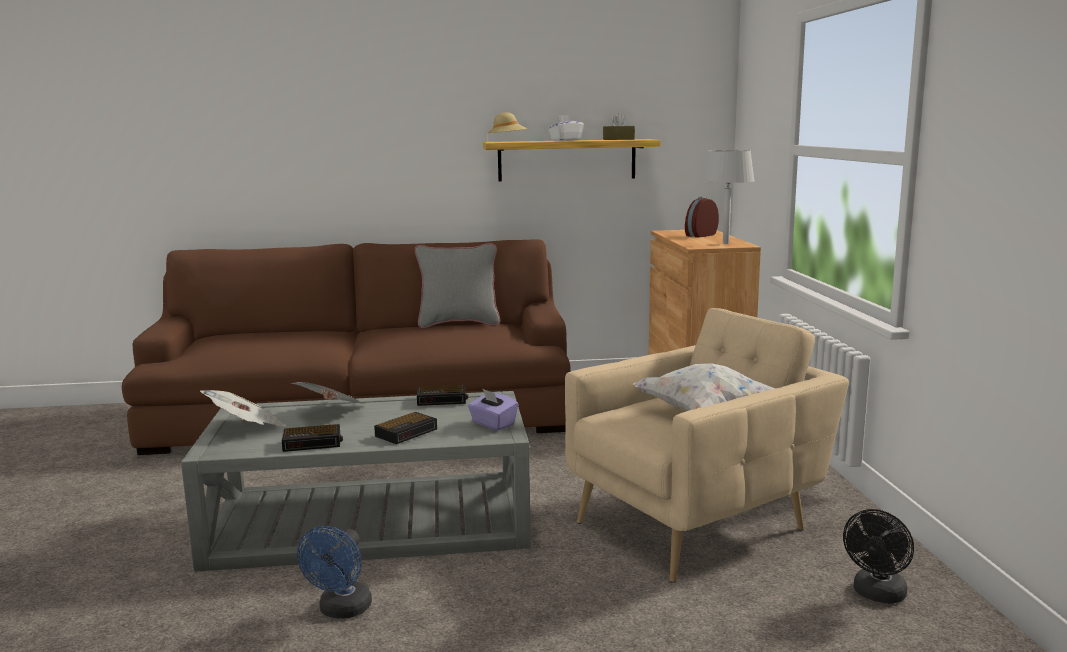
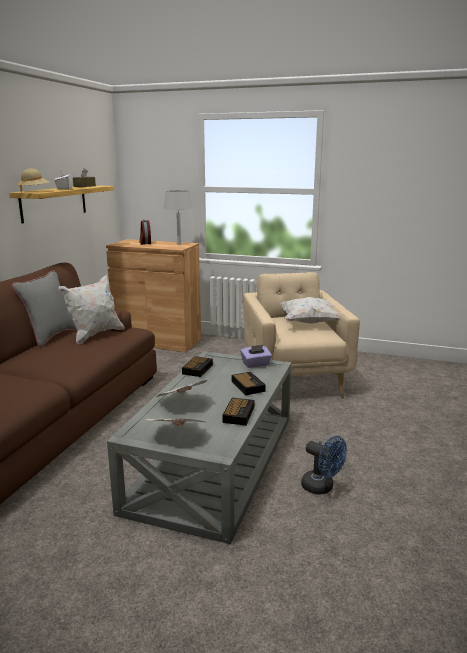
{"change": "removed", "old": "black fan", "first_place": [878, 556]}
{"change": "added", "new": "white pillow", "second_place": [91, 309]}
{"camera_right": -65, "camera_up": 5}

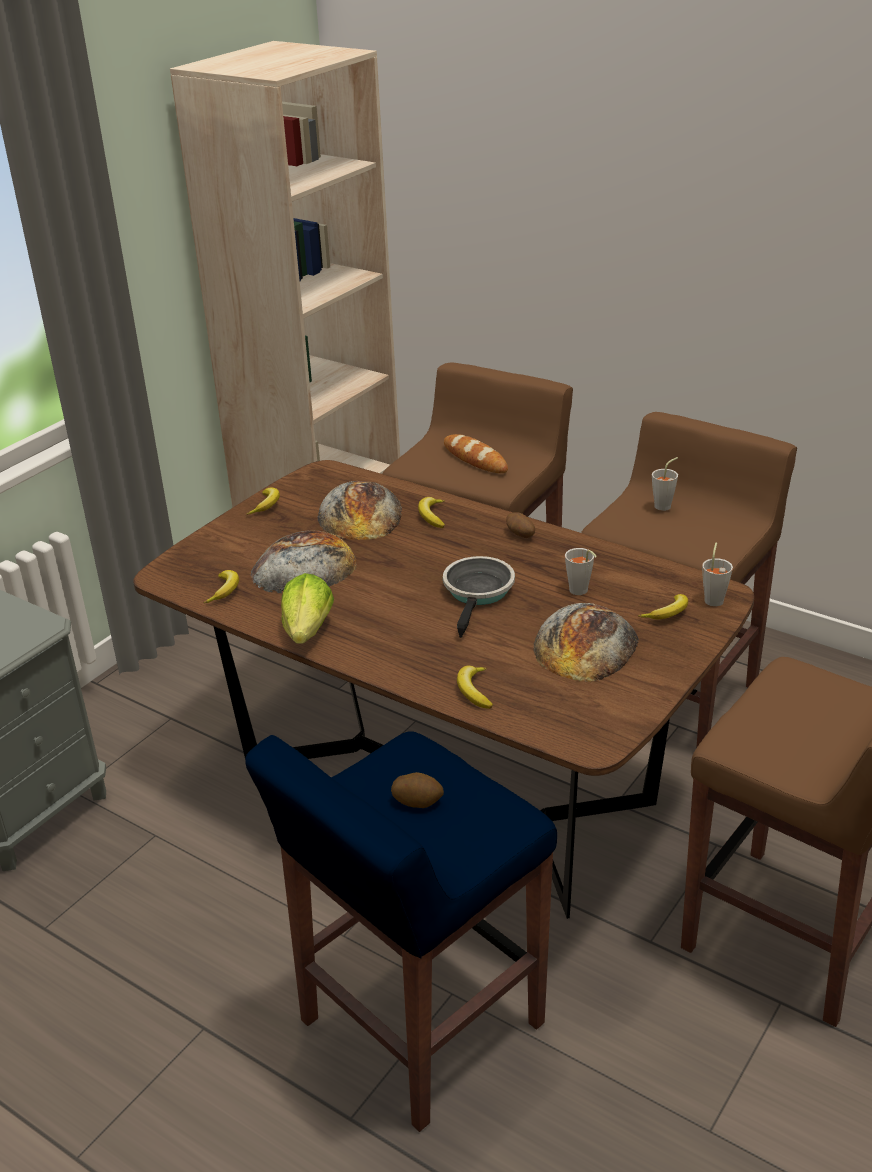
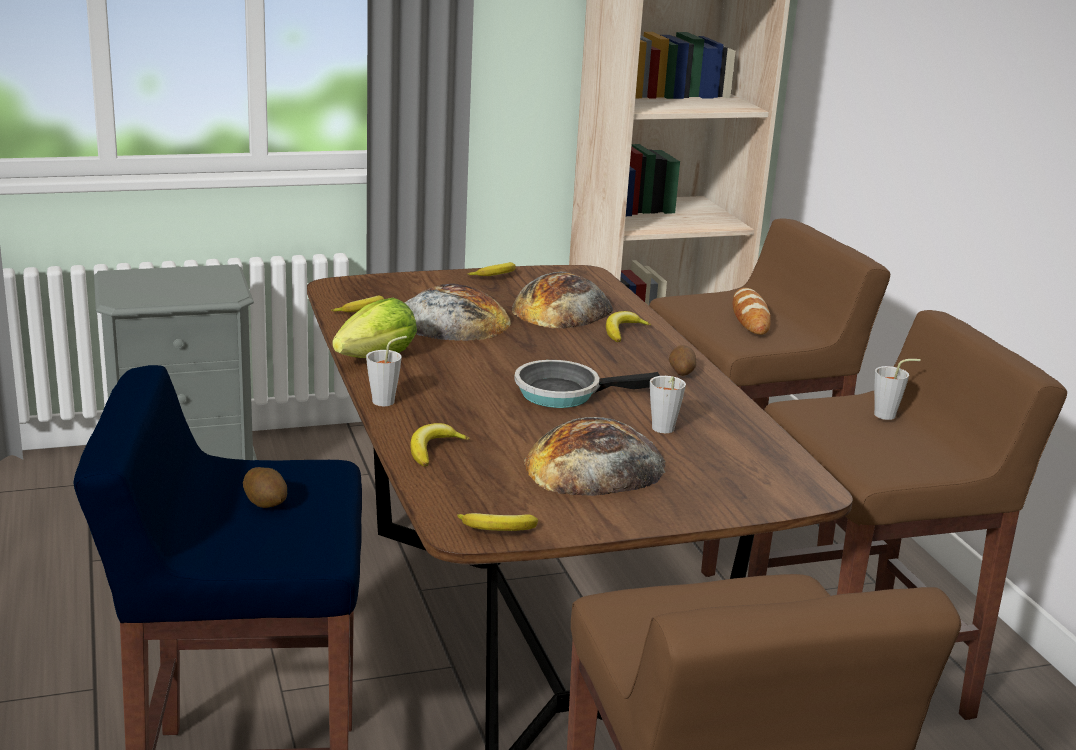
{"change": "moved", "old": "grey cup", "first_place": [717, 575], "second_place": [386, 371]}
{"change": "turned", "old": "frying pan", "first_place": [479, 597], "second_place": [587, 384], "degrees": -150}
{"change": "moved", "old": "banana", "first_place": [663, 606], "second_place": [497, 522]}
{"camera_right": 35, "camera_up": -10}

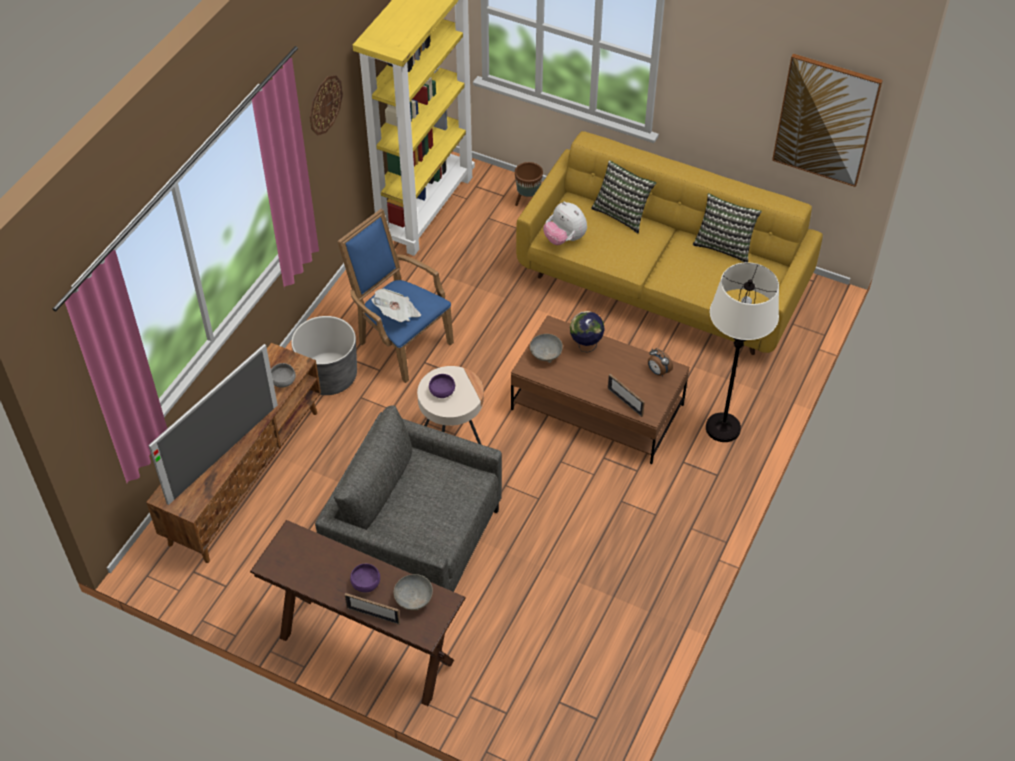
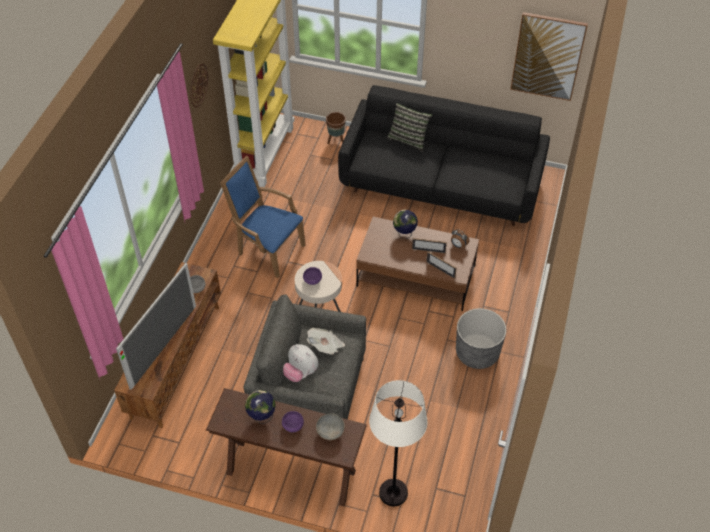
{"change": "recoloured", "old": "yellow sofa", "new": "black sofa", "first_place": [669, 243], "second_place": [444, 155]}
{"change": "removed", "old": "pillow", "first_place": [727, 227]}
{"change": "moved", "old": "plush toy", "first_place": [565, 223], "second_place": [301, 363]}
{"change": "moved", "old": "white floor lamp", "first_place": [742, 352], "second_place": [398, 443]}
{"change": "moved", "old": "newspaper", "first_place": [396, 305], "second_place": [325, 341]}
{"change": "moved", "old": "grey planter", "first_place": [324, 355], "second_place": [481, 338]}
{"change": "removed", "old": "grey bowl", "first_place": [546, 348]}
{"change": "moved", "old": "picture frame", "first_place": [372, 609], "second_place": [429, 245]}
{"change": "added", "new": "globe", "second_place": [260, 407]}
{"camera_right": -10, "camera_up": 0}

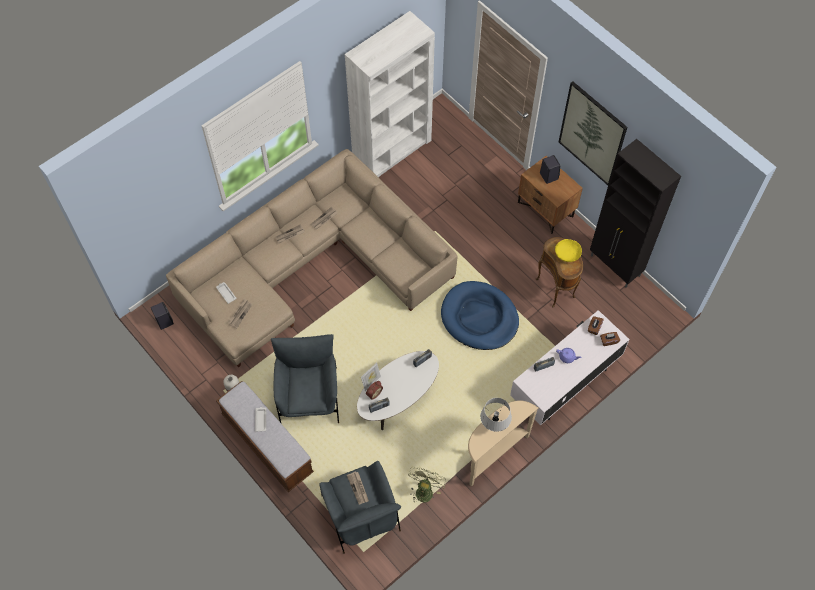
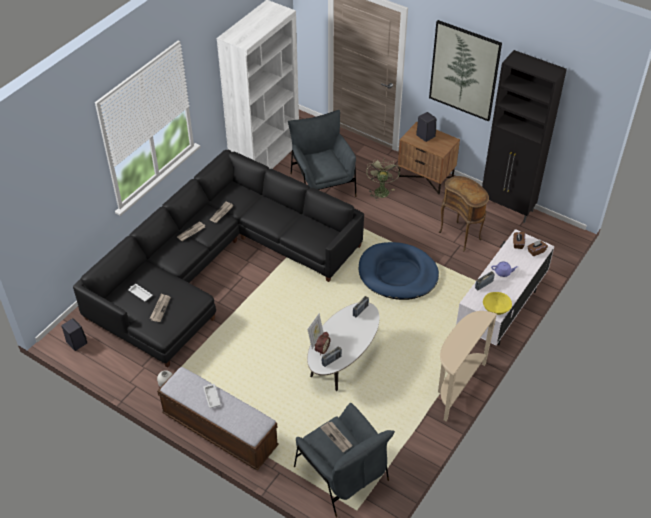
{"change": "recoloured", "old": "beige sofa", "new": "black sofa", "first_place": [312, 258], "second_place": [218, 259]}
{"change": "moved", "old": "yellow bowl", "first_place": [568, 250], "second_place": [497, 303]}
{"change": "moved", "old": "grey armchair", "first_place": [305, 378], "second_place": [322, 153]}
{"change": "removed", "old": "grey table lamp", "first_place": [496, 415]}
{"change": "moved", "old": "green fan", "first_place": [427, 485], "second_place": [383, 179]}
{"camera_right": -15, "camera_up": -15}

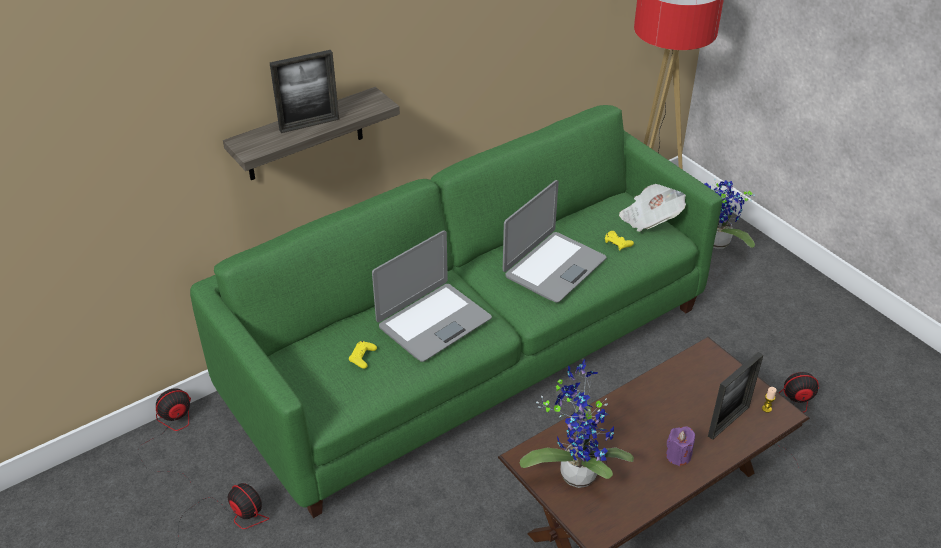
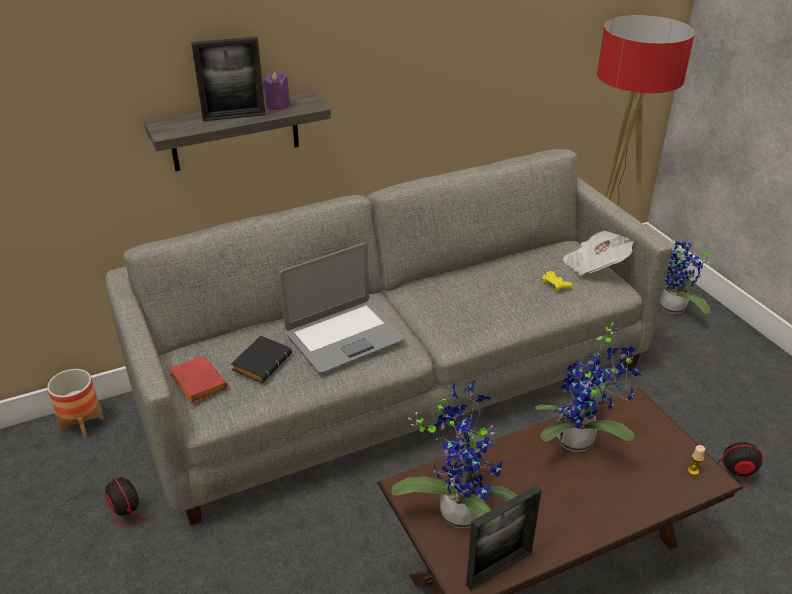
{"change": "recoloured", "old": "green sofa", "new": "grey sofa", "first_place": [456, 311], "second_place": [389, 337]}
{"change": "removed", "old": "laptop", "first_place": [555, 241]}
{"change": "replaced", "old": "yellow game controller", "new": "black book", "first_place": [363, 355], "second_place": [261, 359]}
{"change": "moved", "old": "picture frame", "first_place": [735, 396], "second_place": [504, 537]}
{"change": "replaced", "old": "fan", "new": "planter", "first_place": [165, 436], "second_place": [75, 403]}
{"change": "moved", "old": "purple candle", "first_place": [680, 446], "second_place": [276, 90]}
{"change": "added", "new": "potted plant", "second_place": [588, 387]}
{"change": "added", "new": "red book", "second_place": [198, 379]}
{"camera_right": 10, "camera_up": -5}

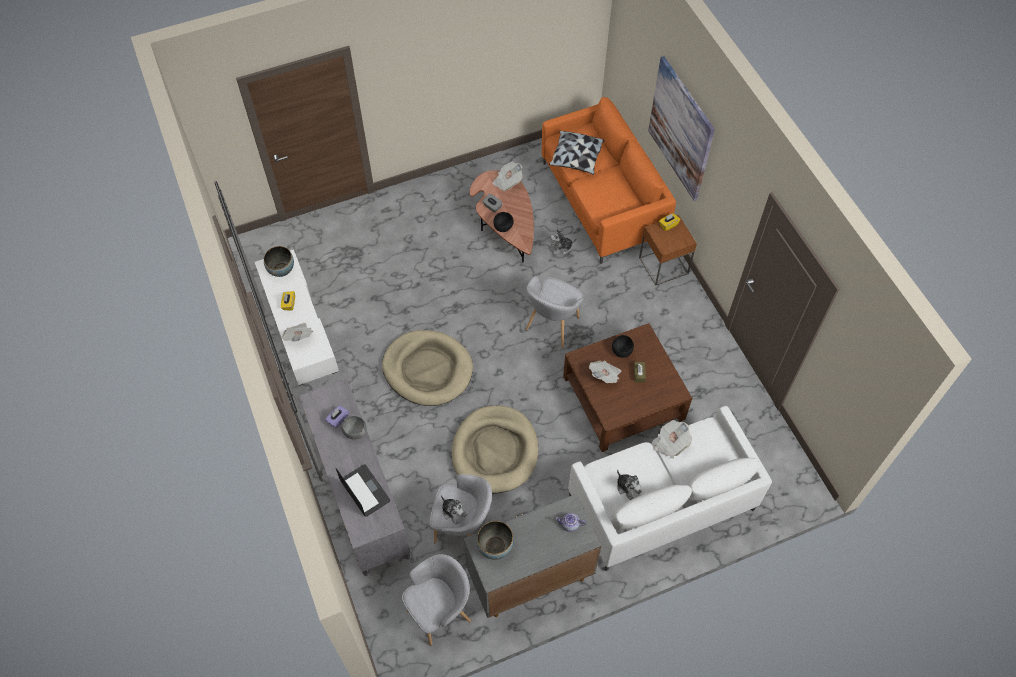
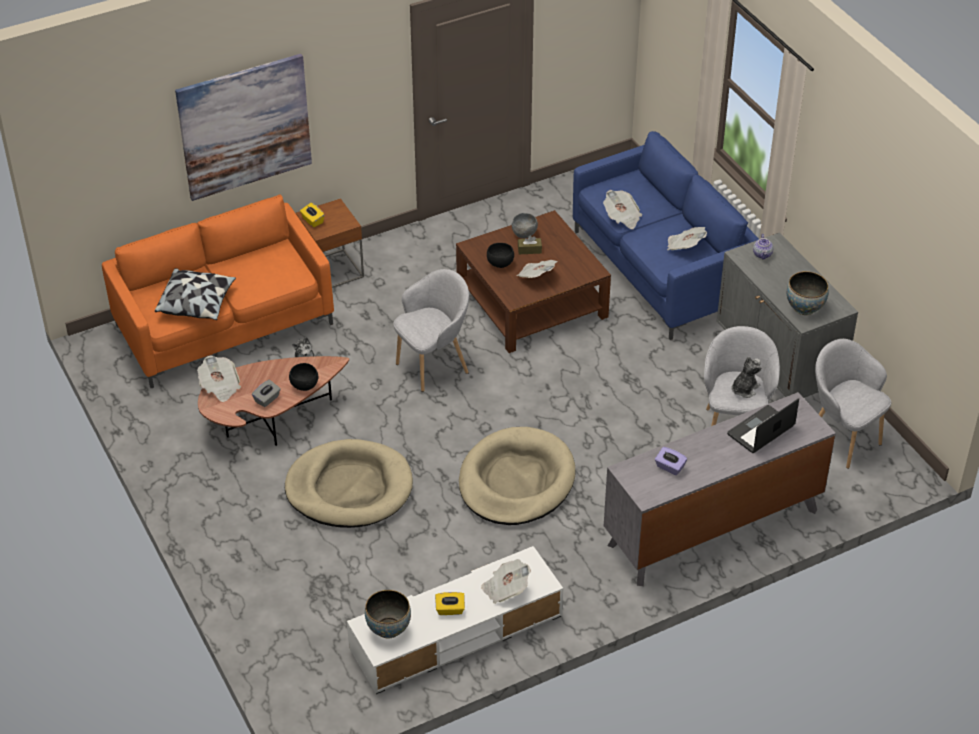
{"change": "turned", "old": "grey armchair", "first_place": [555, 312], "second_place": [431, 330], "degrees": -60}
{"change": "moved", "old": "beige dog bed", "first_place": [495, 449], "second_place": [349, 483]}
{"change": "recoloured", "old": "white sofa", "new": "blue sofa", "first_place": [670, 488], "second_place": [666, 235]}
{"change": "moved", "old": "grey bowl", "first_place": [354, 428], "second_place": [525, 225]}
{"change": "replaced", "old": "plush toy", "new": "newspaper", "first_place": [629, 485], "second_place": [687, 238]}
{"camera_right": -95, "camera_up": -15}

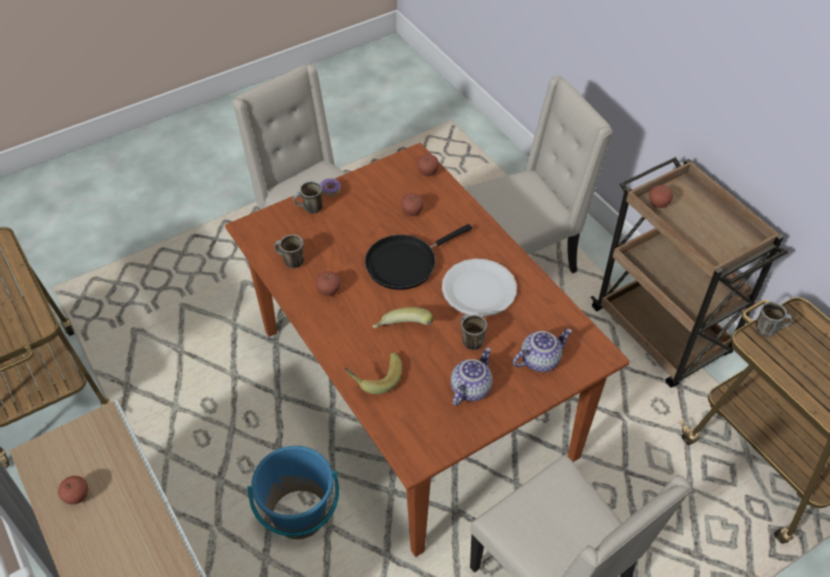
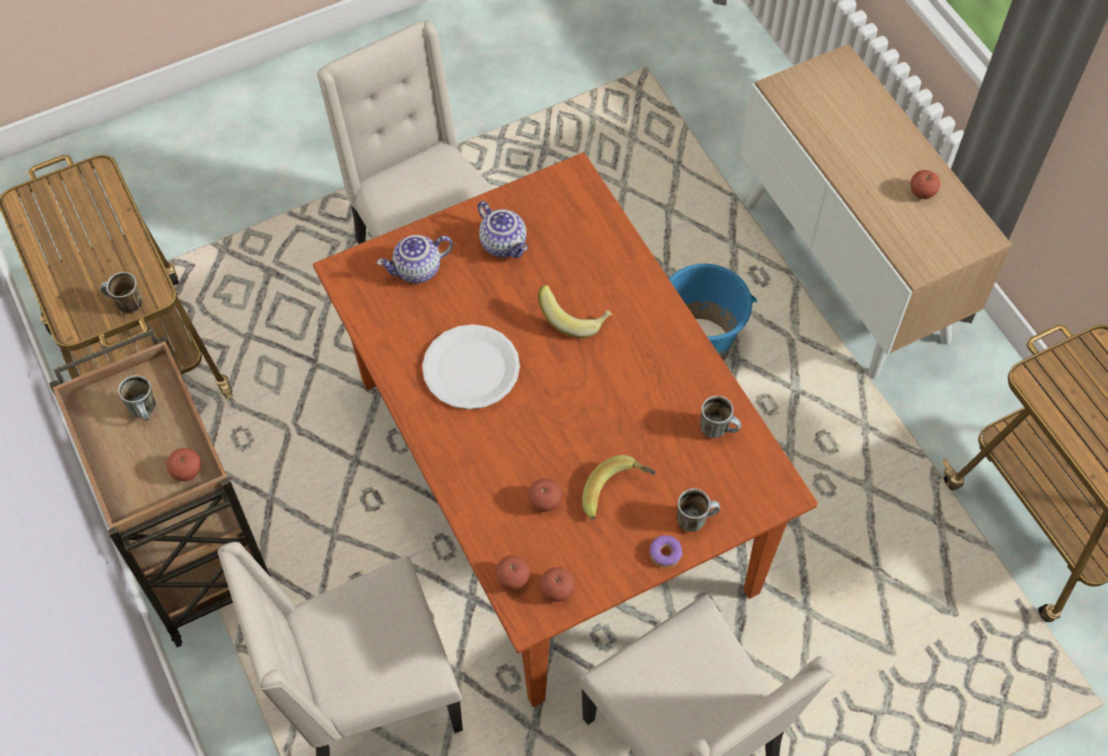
{"change": "removed", "old": "black frying pan", "first_place": [418, 257]}
{"change": "moved", "old": "apple", "first_place": [328, 283], "second_place": [557, 584]}
{"change": "moved", "old": "mug", "first_place": [474, 332], "second_place": [137, 398]}
{"change": "turned", "old": "teapot", "first_place": [472, 377], "second_place": [503, 229], "degrees": -75}
{"change": "moved", "old": "banana", "first_place": [373, 373], "second_place": [619, 487]}
{"camera_right": -175, "camera_up": 10}

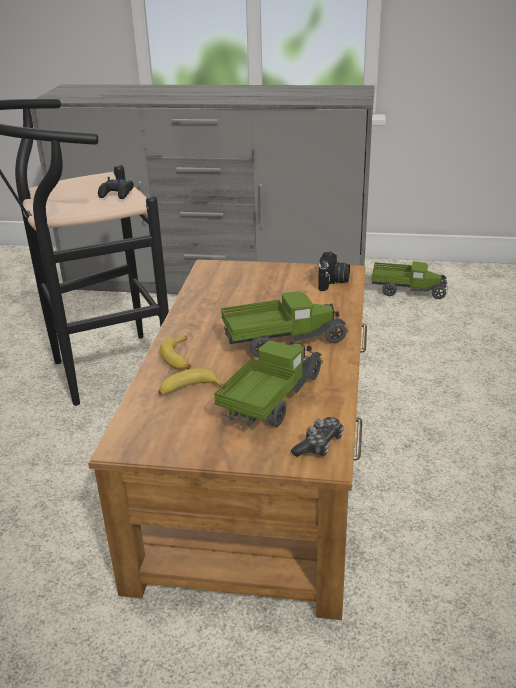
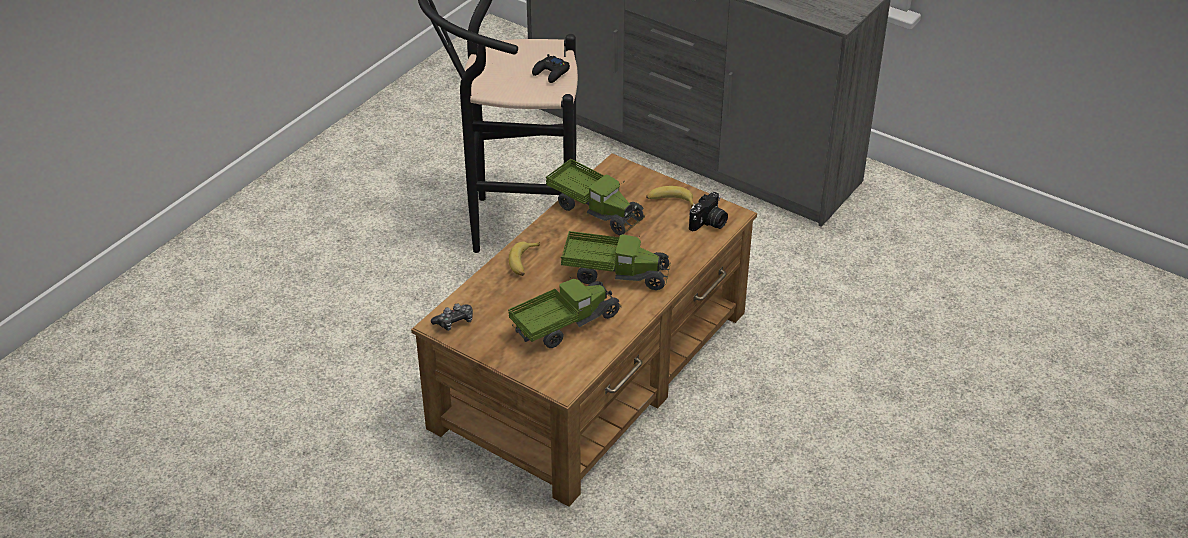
{"change": "moved", "old": "toy truck", "first_place": [409, 280], "second_place": [595, 197]}
{"change": "moved", "old": "banana", "first_place": [191, 381], "second_place": [670, 196]}
{"change": "moved", "old": "game controller", "first_place": [317, 437], "second_place": [452, 317]}
{"camera_right": 25, "camera_up": 10}

